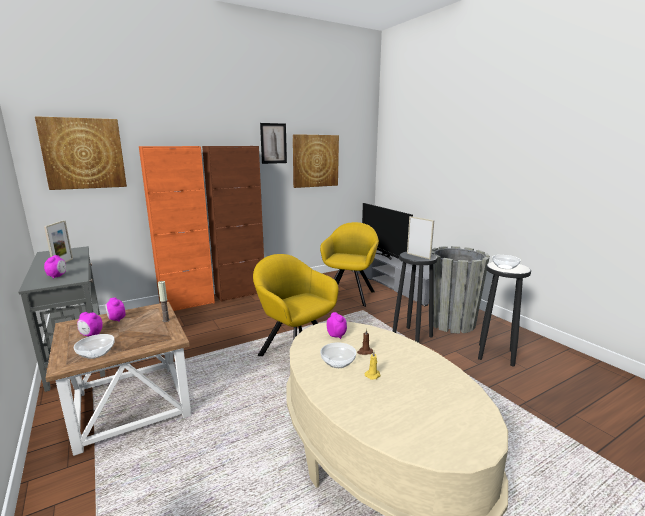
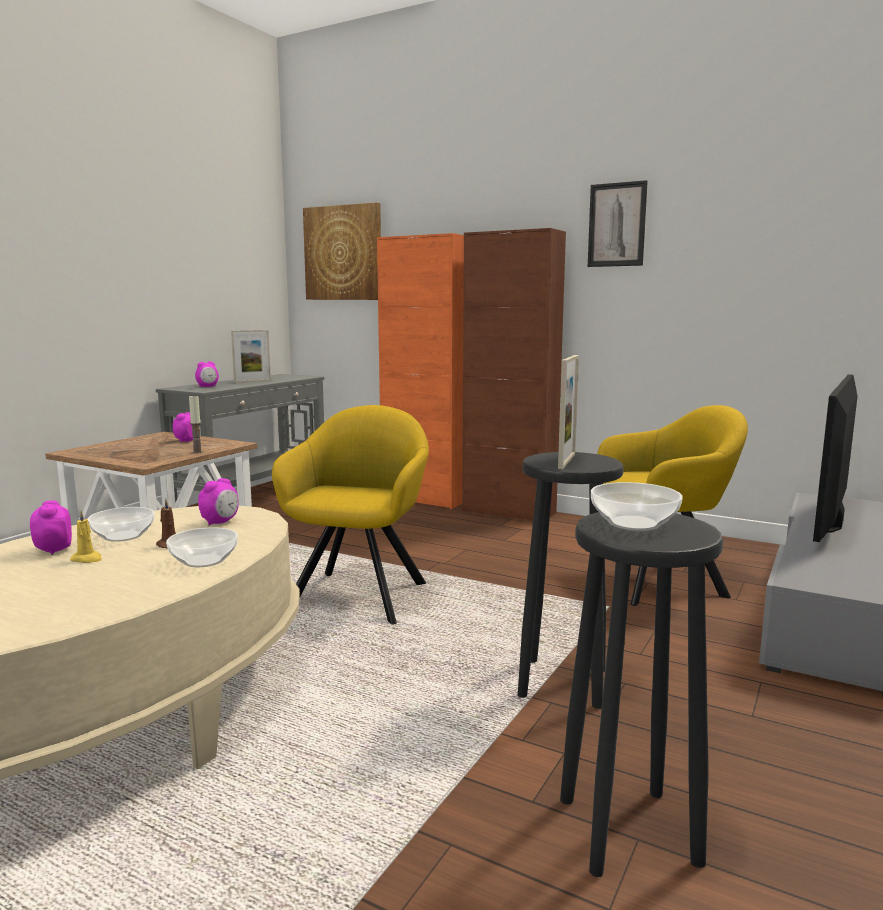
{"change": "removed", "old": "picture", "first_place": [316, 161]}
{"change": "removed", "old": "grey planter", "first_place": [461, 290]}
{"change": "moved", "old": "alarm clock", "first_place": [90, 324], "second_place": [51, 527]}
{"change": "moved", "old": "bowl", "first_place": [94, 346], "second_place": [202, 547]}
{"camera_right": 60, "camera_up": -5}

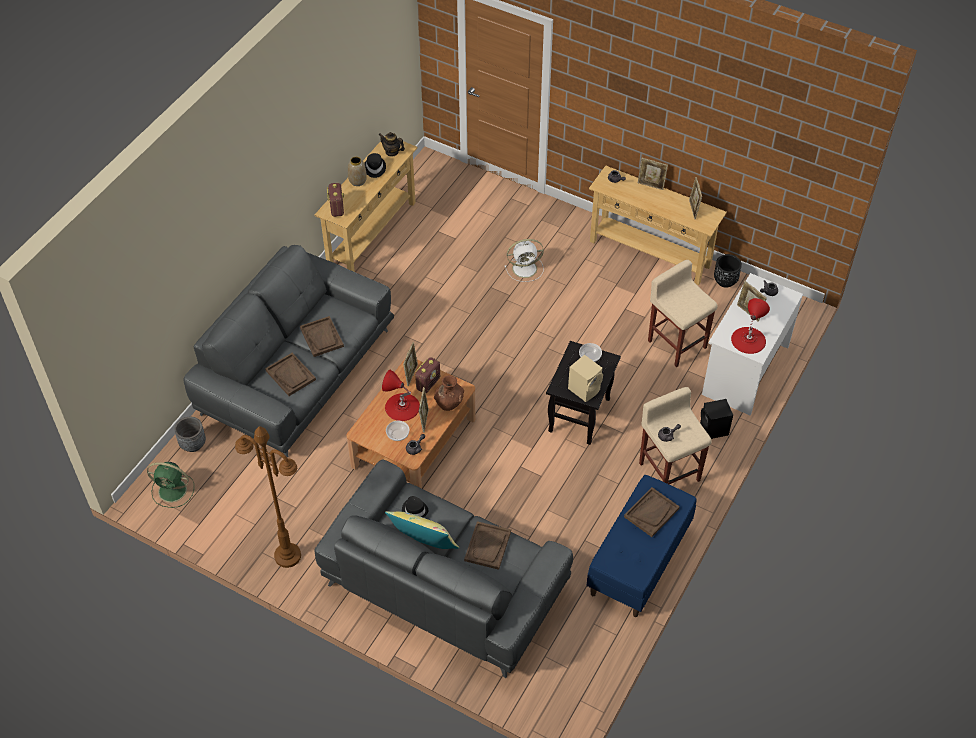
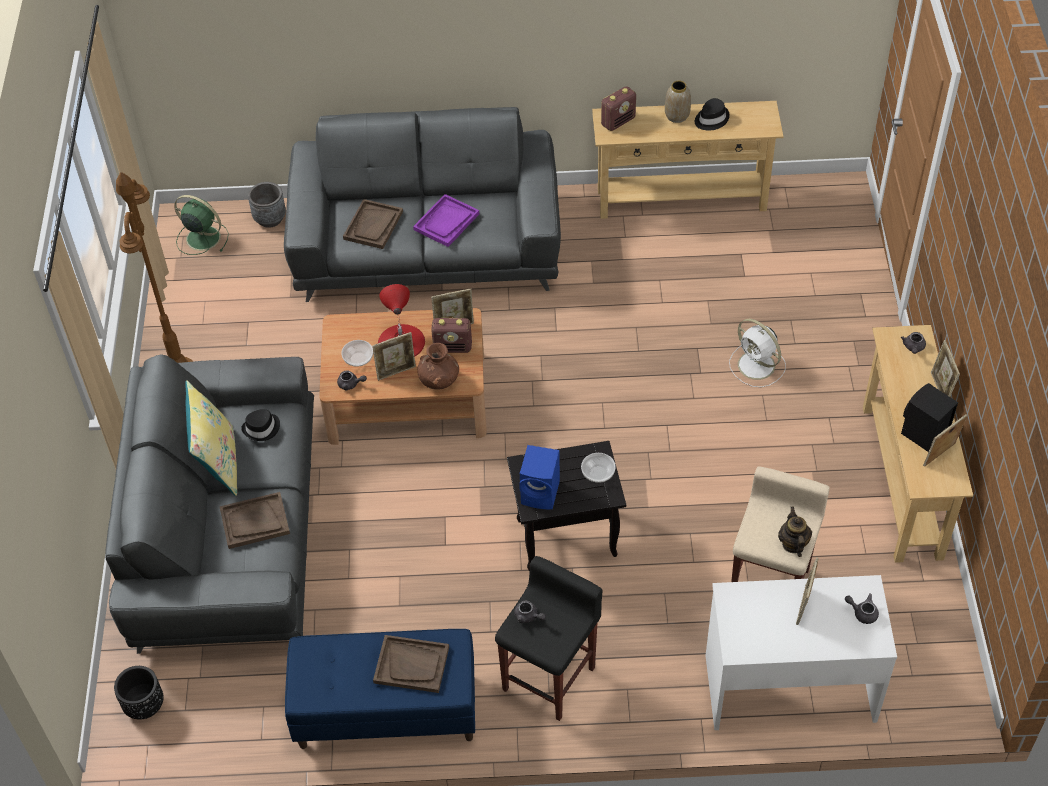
{"change": "moved", "old": "teapot", "first_place": [392, 144], "second_place": [795, 532]}
{"change": "moved", "old": "black planter", "first_place": [728, 271], "second_place": [139, 692]}
{"change": "removed", "old": "red table lamp", "first_place": [750, 326]}
{"change": "recoloured", "old": "brown tray", "new": "purple tray", "first_place": [322, 336], "second_place": [446, 220]}
{"change": "recoloured", "old": "beige speaker", "new": "blue speaker", "first_place": [585, 378], "second_place": [539, 477]}
{"change": "recoloured", "old": "beige stool", "new": "black stool", "first_place": [675, 435], "second_place": [549, 638]}
{"change": "moved", "old": "black speaker", "first_place": [716, 419], "second_place": [929, 417]}
{"change": "turned", "old": "green fan", "first_place": [170, 485], "second_place": [201, 225], "degrees": 135}
{"camera_right": 60, "camera_up": 0}

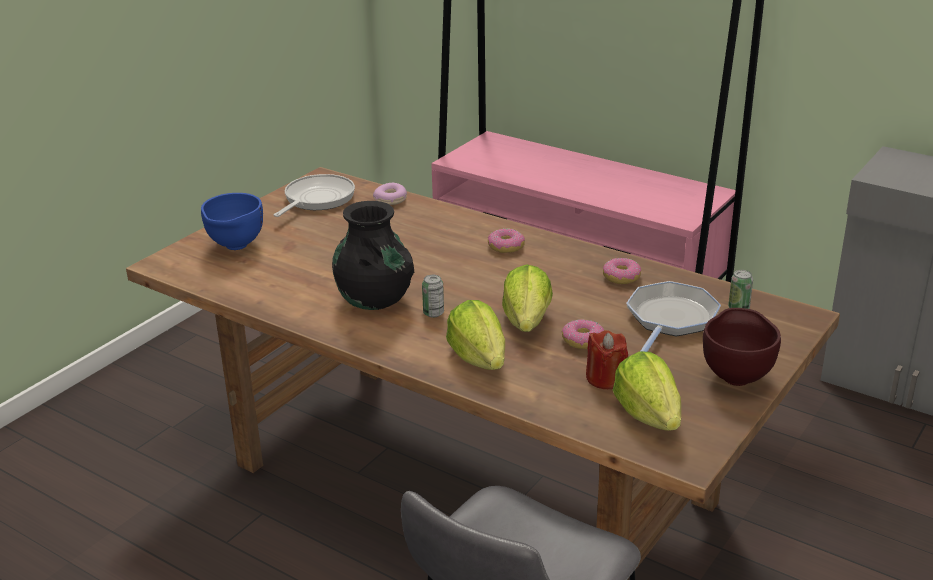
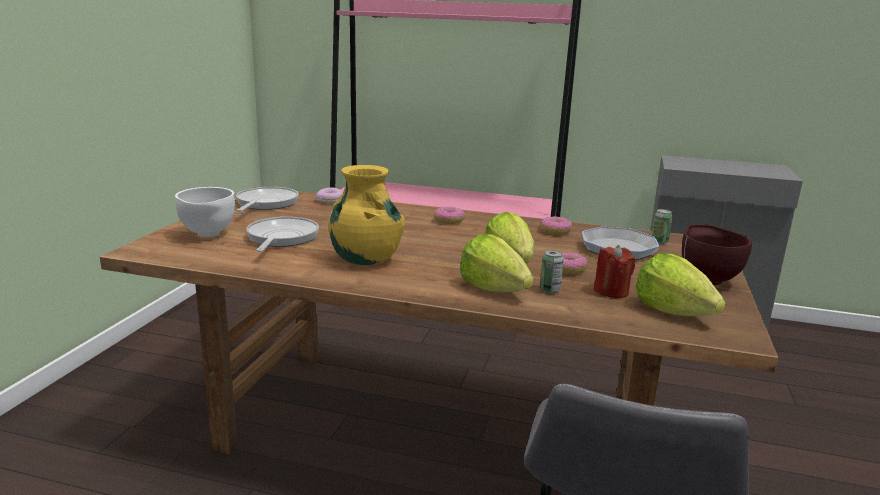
{"change": "recoloured", "old": "blue bowl", "new": "white bowl", "first_place": [232, 221], "second_place": [205, 212]}
{"change": "recoloured", "old": "black vase", "new": "yellow vase", "first_place": [373, 255], "second_place": [366, 215]}
{"change": "moved", "old": "can", "first_place": [433, 296], "second_place": [552, 271]}
{"change": "added", "new": "frying pan", "second_place": [282, 234]}
{"camera_right": -20, "camera_up": -10}

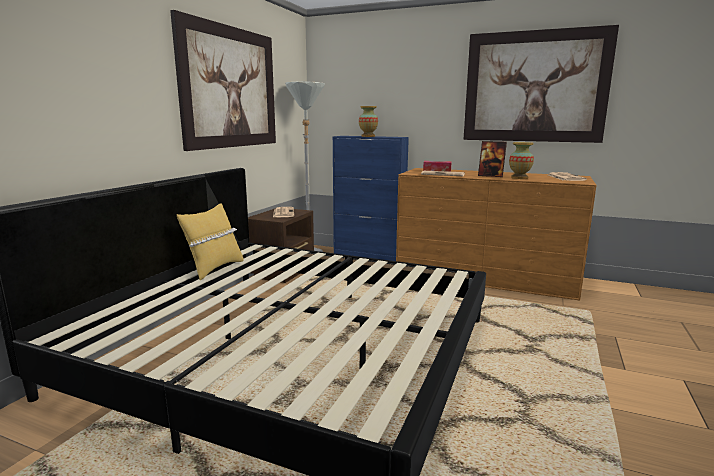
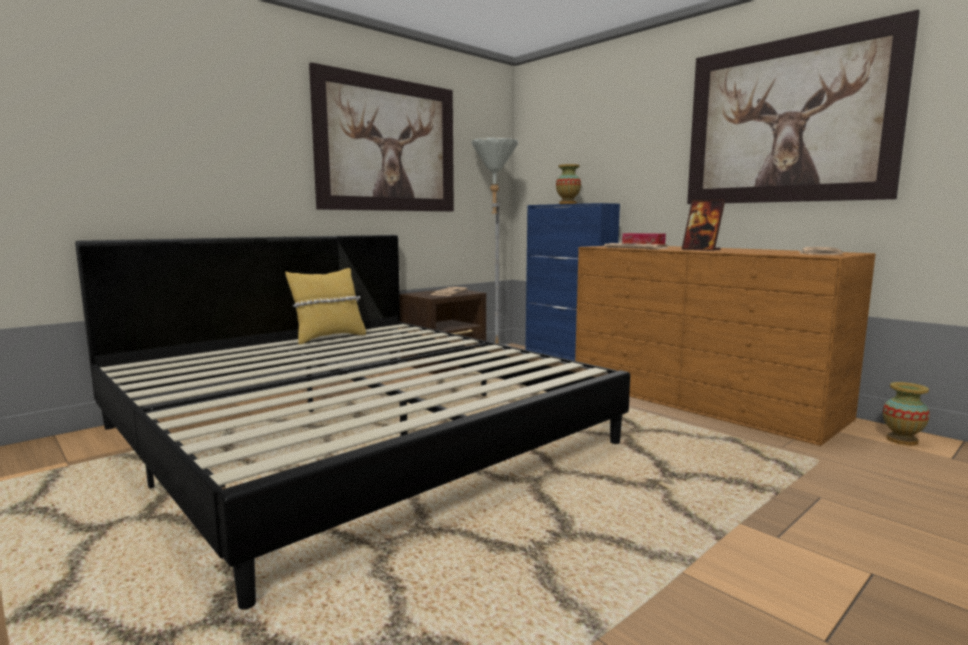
{"change": "moved", "old": "vase", "first_place": [521, 160], "second_place": [906, 414]}
{"camera_right": 25, "camera_up": -5}

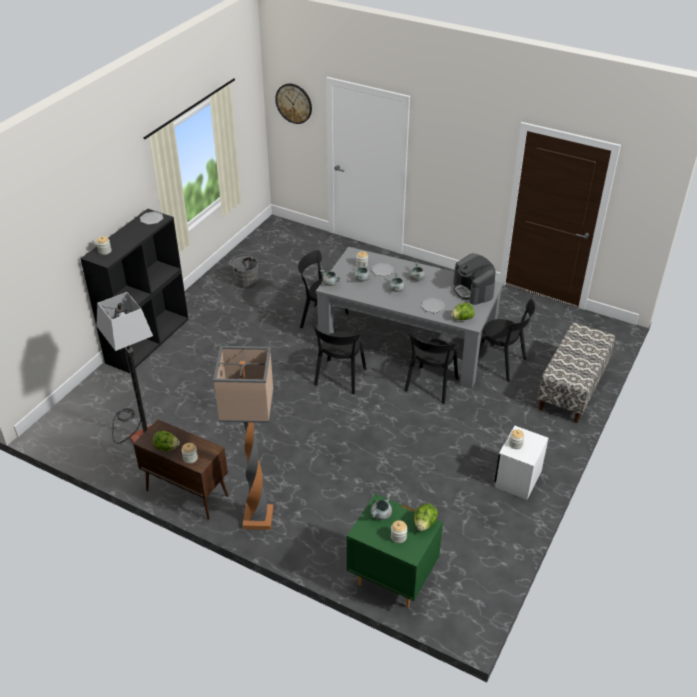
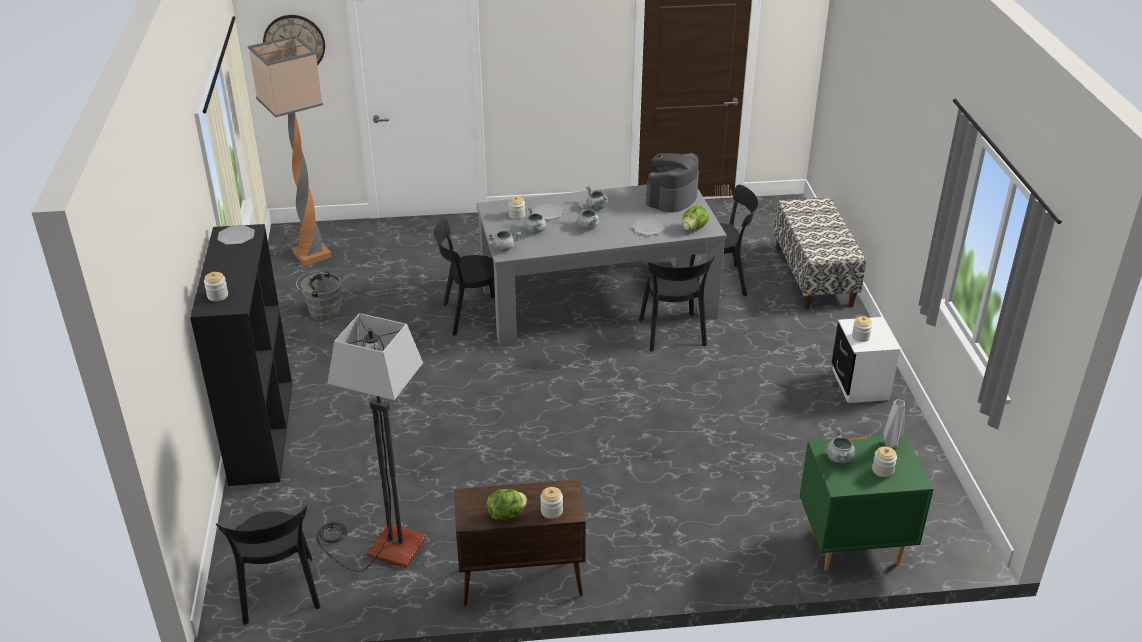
{"change": "turned", "old": "coffee machine", "first_place": [474, 279], "second_place": [672, 183], "degrees": 90}
{"change": "moved", "old": "black chair", "first_place": [339, 359], "second_place": [268, 565]}
{"change": "moved", "old": "floor lamp", "first_place": [243, 438], "second_place": [290, 150]}
{"change": "replaced", "old": "lettuce", "new": "grey vase", "first_place": [425, 517], "second_place": [894, 423]}
{"camera_right": -35, "camera_up": -5}

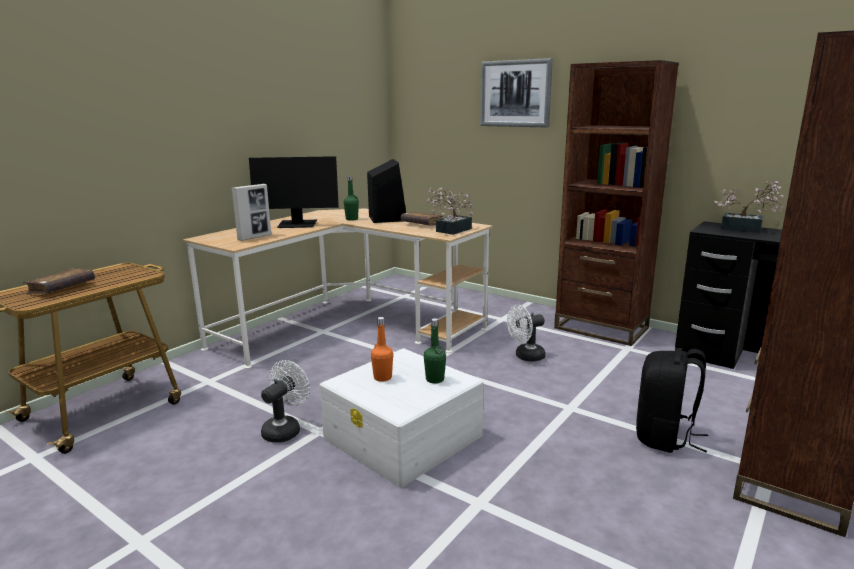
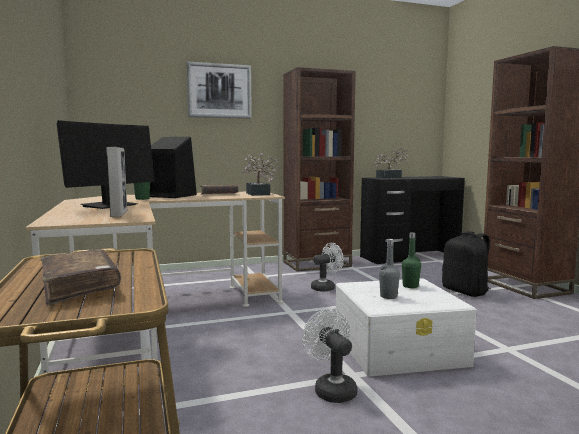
{"change": "turned", "old": "white fan", "first_place": [526, 333], "second_place": [327, 267], "degrees": -135}
{"change": "recoloured", "old": "orange bottle", "new": "grey bottle", "first_place": [382, 349], "second_place": [389, 269]}
{"camera_right": -55, "camera_up": -10}

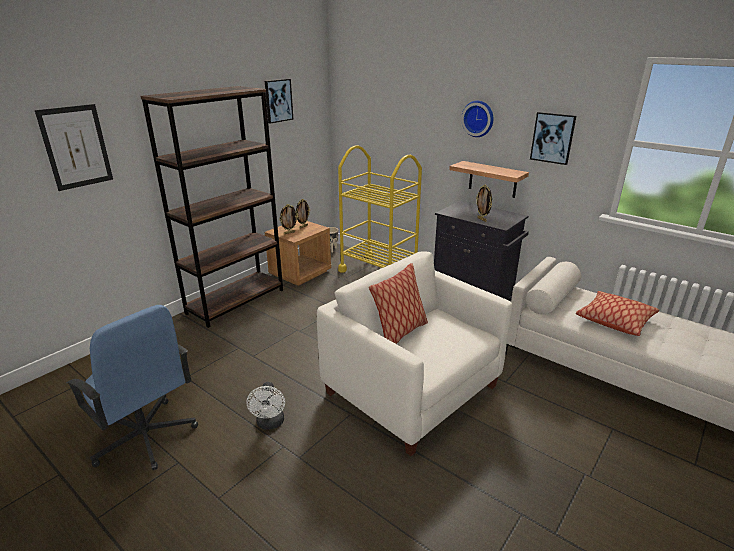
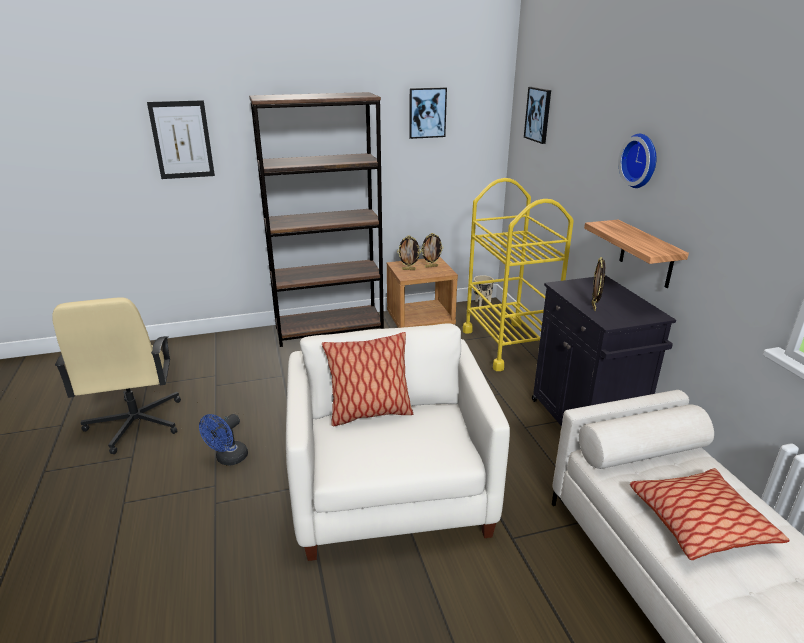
{"change": "moved", "old": "picture", "first_place": [553, 138], "second_place": [537, 115]}
{"change": "recoloured", "old": "blue office chair", "new": "beige office chair", "first_place": [132, 387], "second_place": [116, 376]}
{"change": "recoloured", "old": "white fan", "new": "blue fan", "first_place": [265, 406], "second_place": [223, 440]}
{"camera_right": 35, "camera_up": 0}

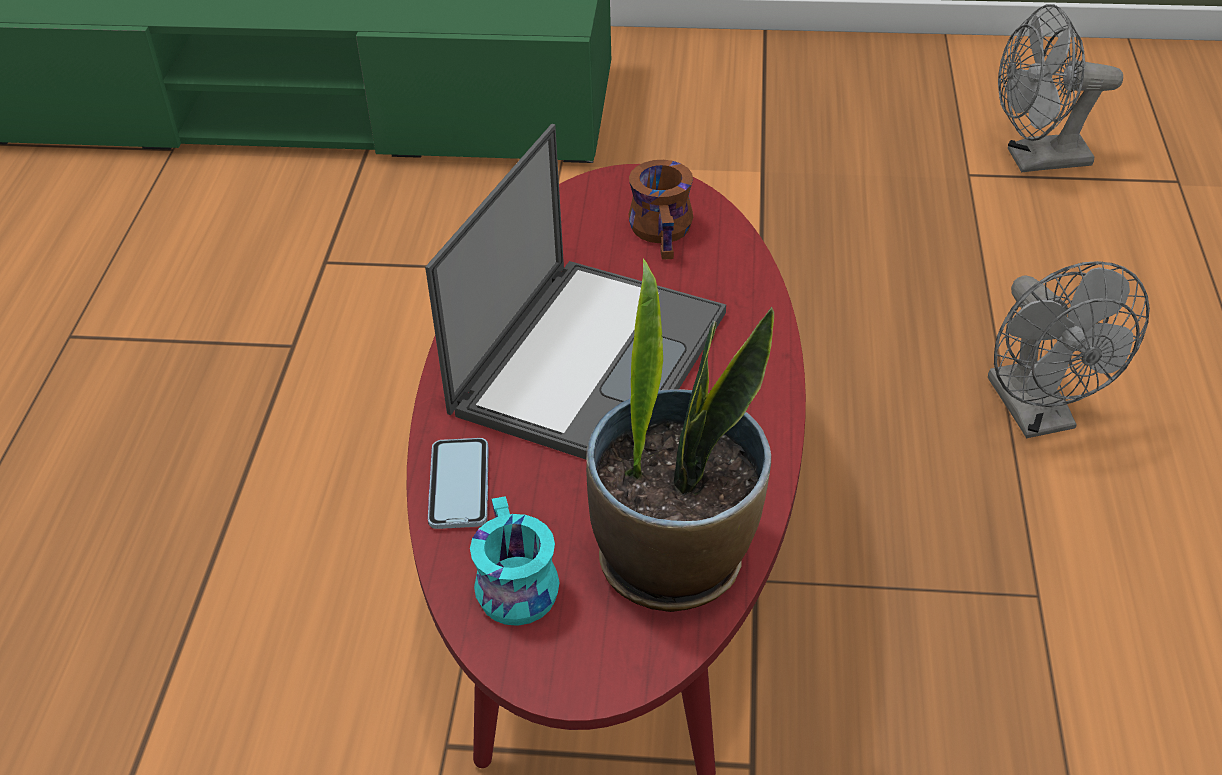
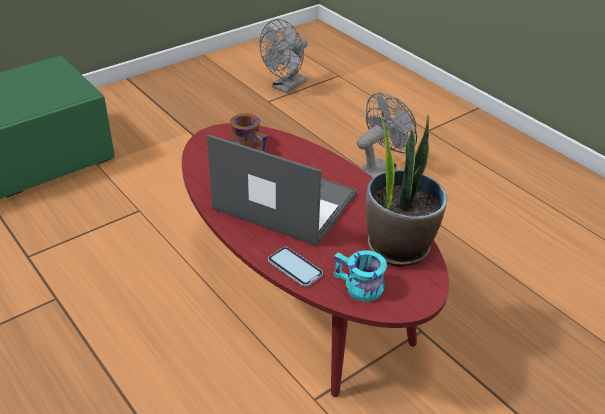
{"change": "turned", "old": "laptop", "first_place": [575, 291], "second_place": [282, 190], "degrees": -45}
{"change": "turned", "old": "grey fan", "first_place": [1069, 349], "second_place": [387, 135], "degrees": -75}
{"camera_right": -45, "camera_up": -5}

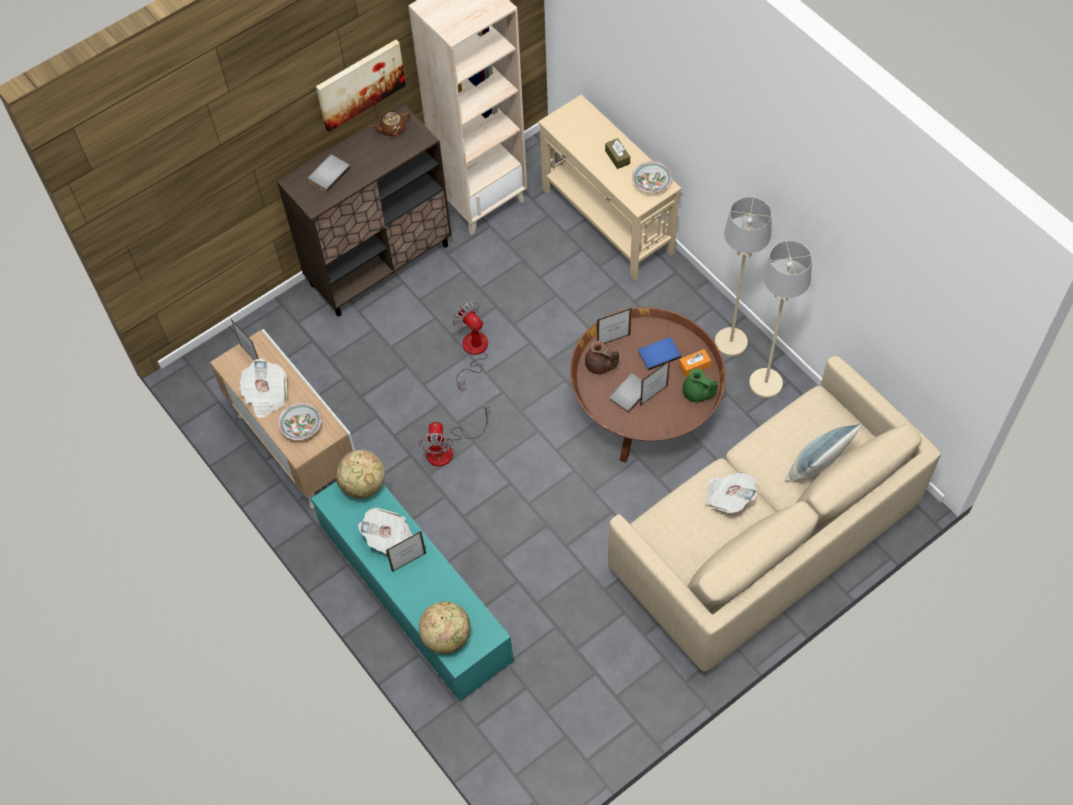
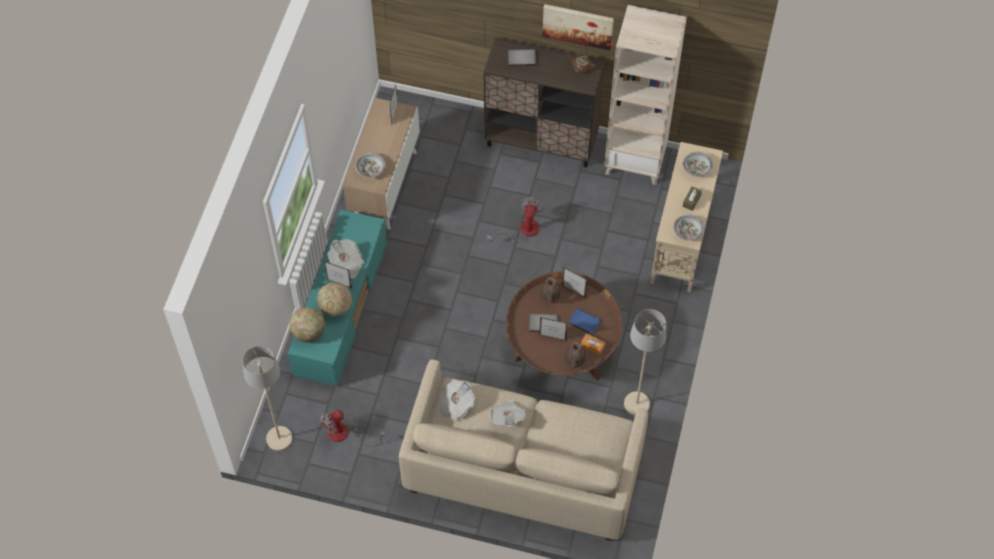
{"change": "moved", "old": "beige floor lamp", "first_place": [743, 276], "second_place": [267, 398]}
{"change": "moved", "old": "newspaper", "first_place": [263, 388], "second_place": [456, 400]}
{"change": "recoloured", "old": "green teapot", "new": "brown teapot", "first_place": [700, 385], "second_place": [575, 355]}
{"change": "moved", "old": "fan", "first_place": [454, 435], "second_place": [352, 428]}
{"change": "removed", "old": "pillow", "first_place": [823, 453]}
{"change": "moved", "old": "globe", "first_place": [360, 474], "second_place": [334, 299]}
{"change": "added", "new": "bowl", "second_place": [698, 164]}
{"camera_right": 50, "camera_up": 0}

